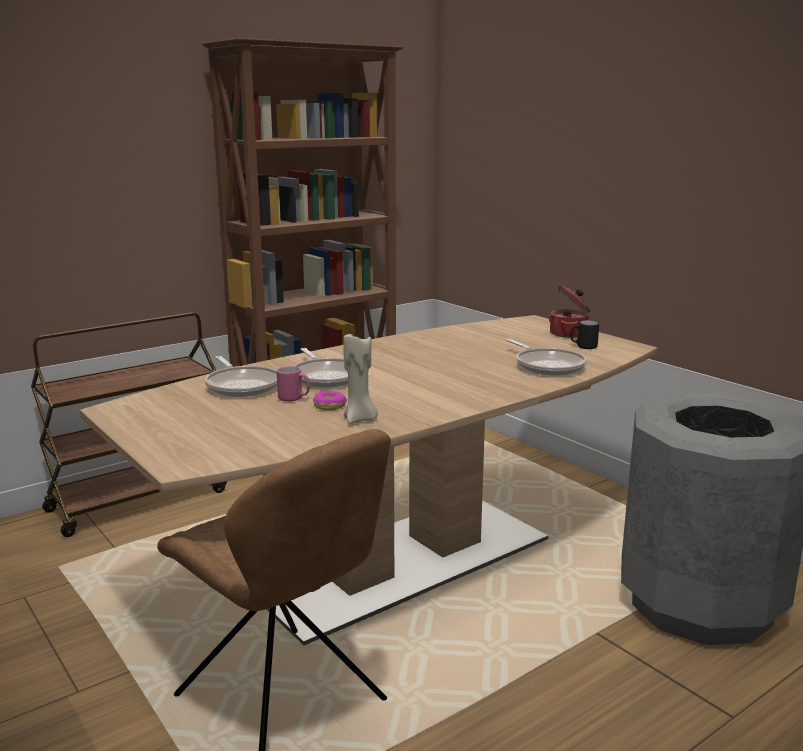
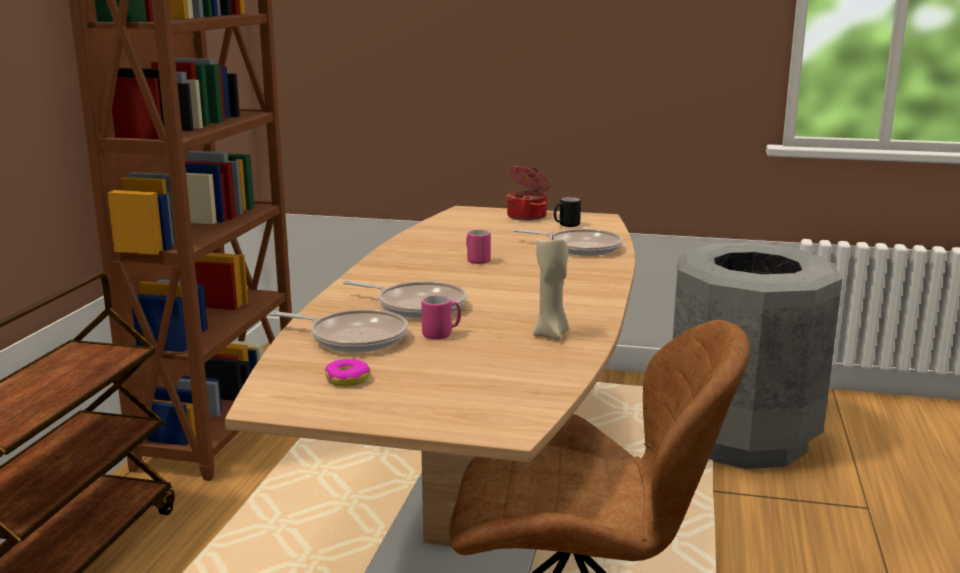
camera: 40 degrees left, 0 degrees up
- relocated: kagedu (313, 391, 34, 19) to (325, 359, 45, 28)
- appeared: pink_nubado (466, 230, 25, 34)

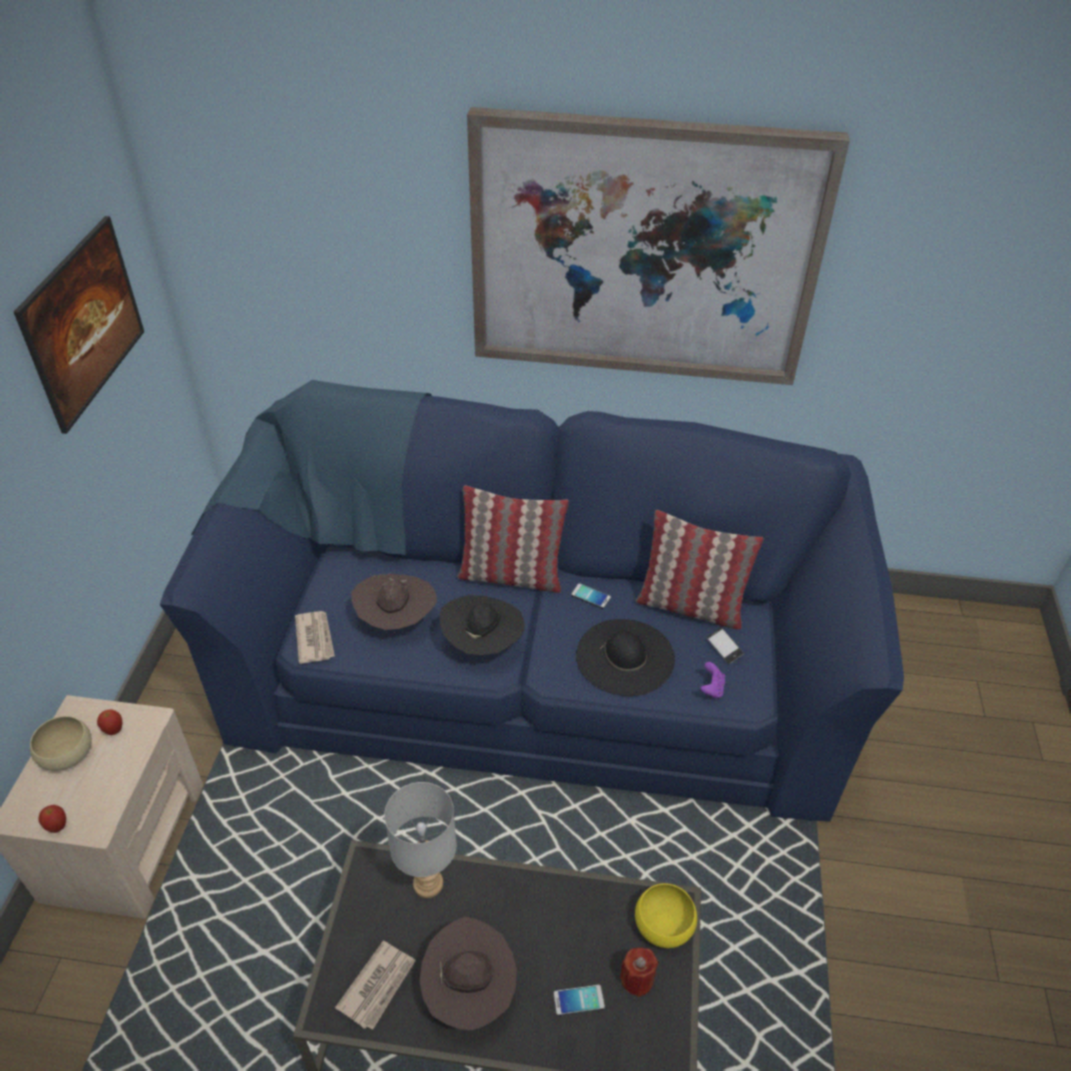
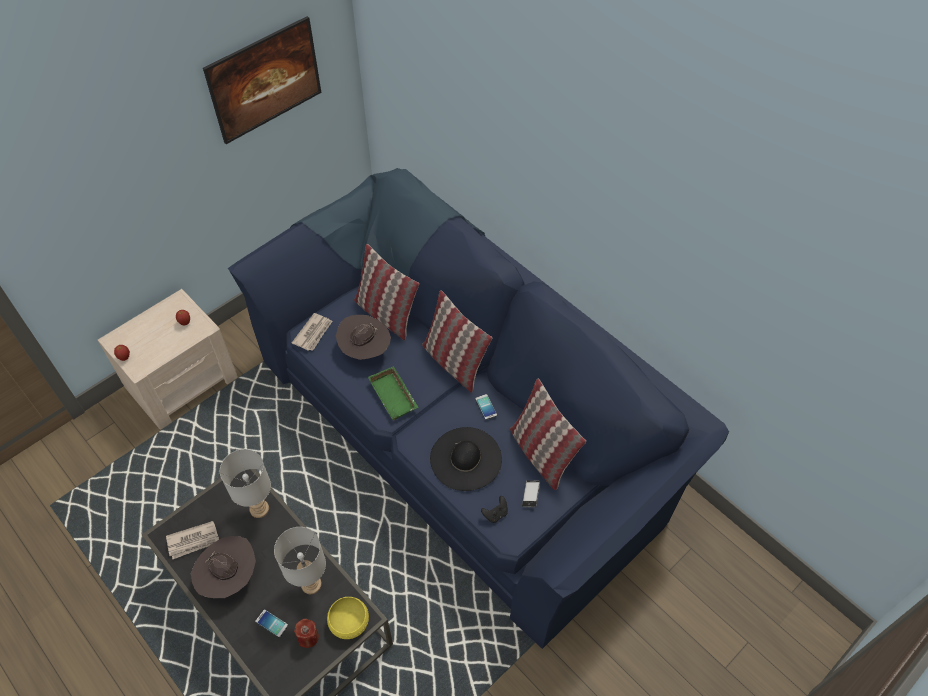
camera: 40 degrees right, 10 degrees up
- appeared: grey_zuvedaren (274, 527, 52, 67)
- appeared: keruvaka (354, 244, 65, 96)
- exchanged: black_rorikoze (440, 595, 85, 60) to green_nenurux (368, 366, 50, 54)
- colour: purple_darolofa (700, 662, 25, 37) to black_darolofa (481, 496, 27, 27)
- missing: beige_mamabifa (30, 716, 62, 55)
- missing: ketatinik (467, 107, 383, 278)

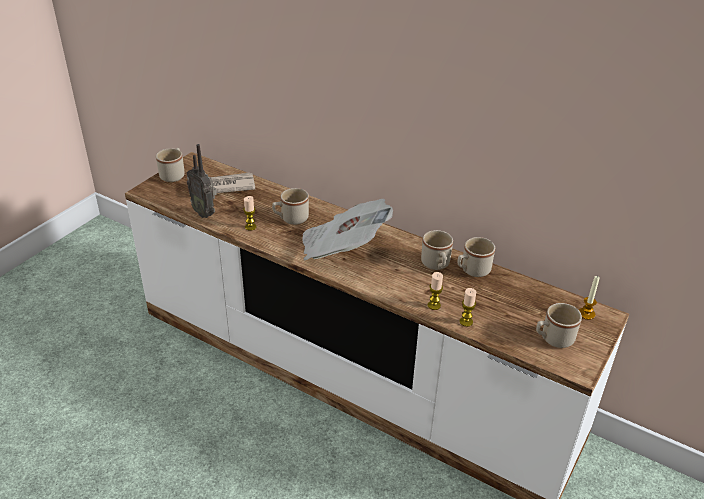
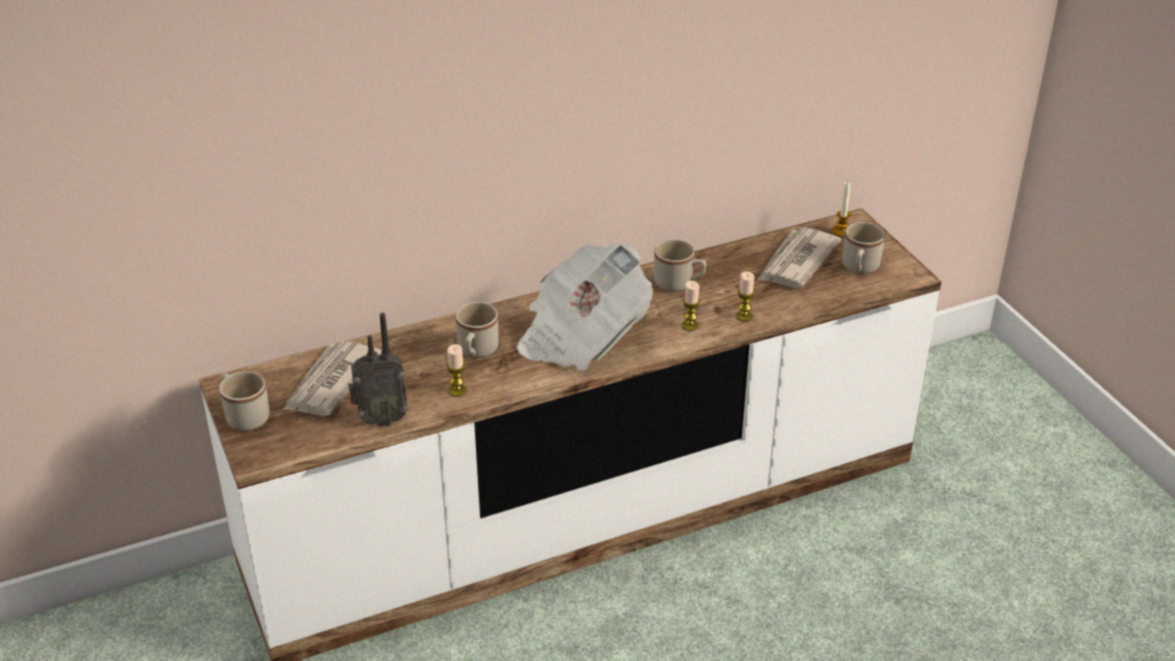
camera: 55 degrees left, 0 degrees up
- relocated: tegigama (459, 288, 17, 39) to (682, 281, 18, 50)
- appeared: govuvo (758, 227, 83, 61)
- missing: beige_nubado (457, 237, 38, 40)

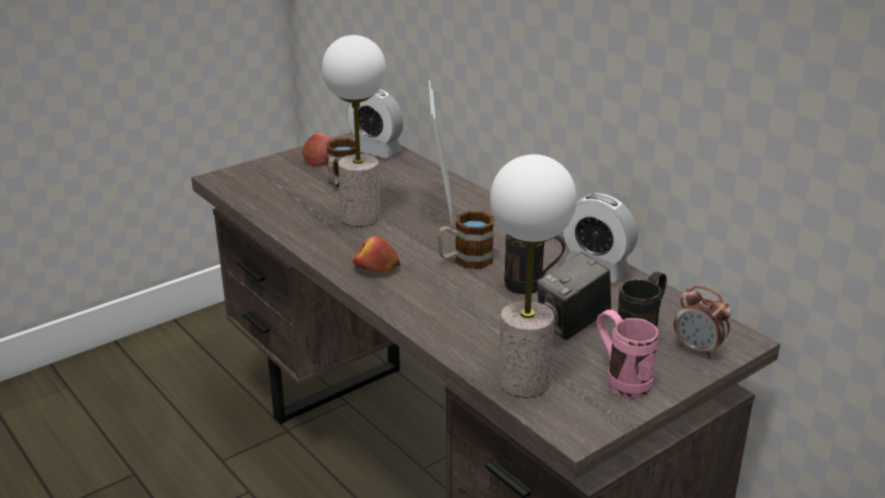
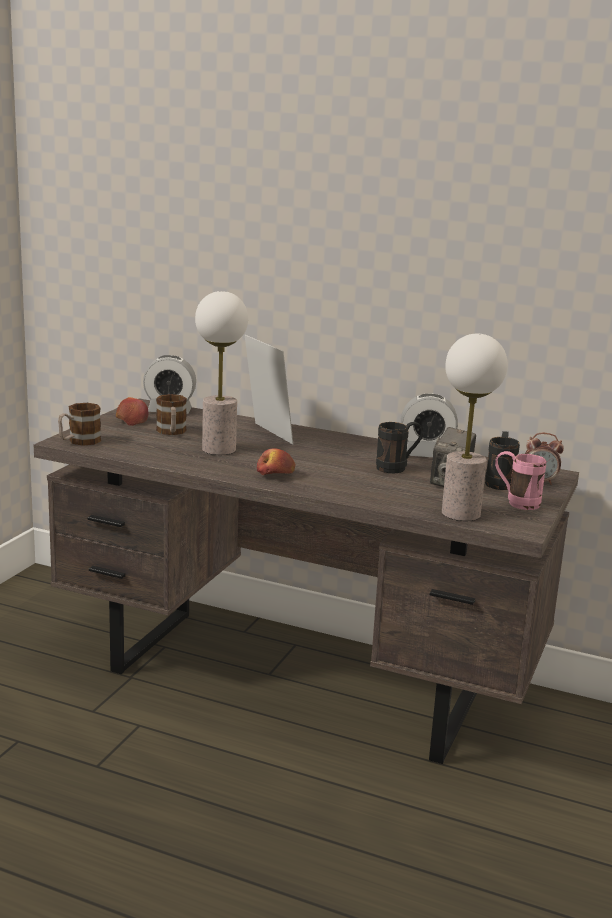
camera: 30 degrees left, 10 degrees down
- relocated: nubado (437, 211, 57, 58) to (58, 403, 43, 43)

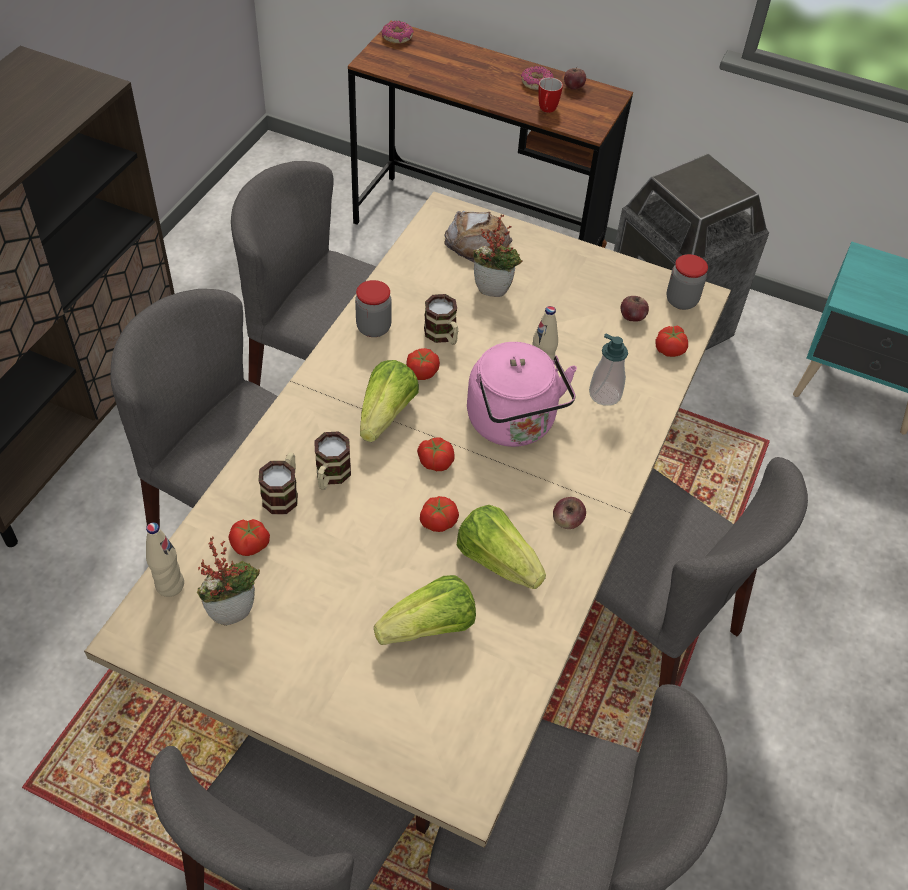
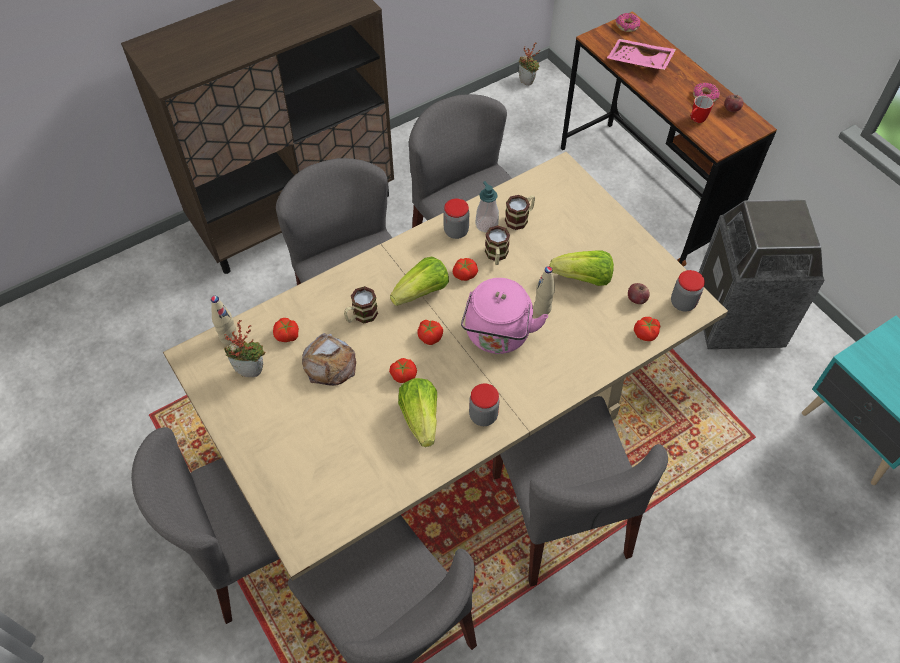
camera: 35 degrees right, 5 degrees up
- relocated: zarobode (444, 211, 68, 52) to (302, 333, 54, 53)
- exchanged: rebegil (553, 497, 33, 32) to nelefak (469, 383, 30, 43)
- relocated: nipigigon (589, 334, 39, 72) to (476, 181, 23, 51)
- relocated: nubado (258, 452, 40, 62) to (505, 195, 30, 35)
- relocated: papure (473, 214, 50, 83) to (519, 43, 21, 43)
- relocated: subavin (374, 575, 102, 70) to (549, 250, 65, 36)
- appeared: pink_nenurux (607, 39, 69, 31)

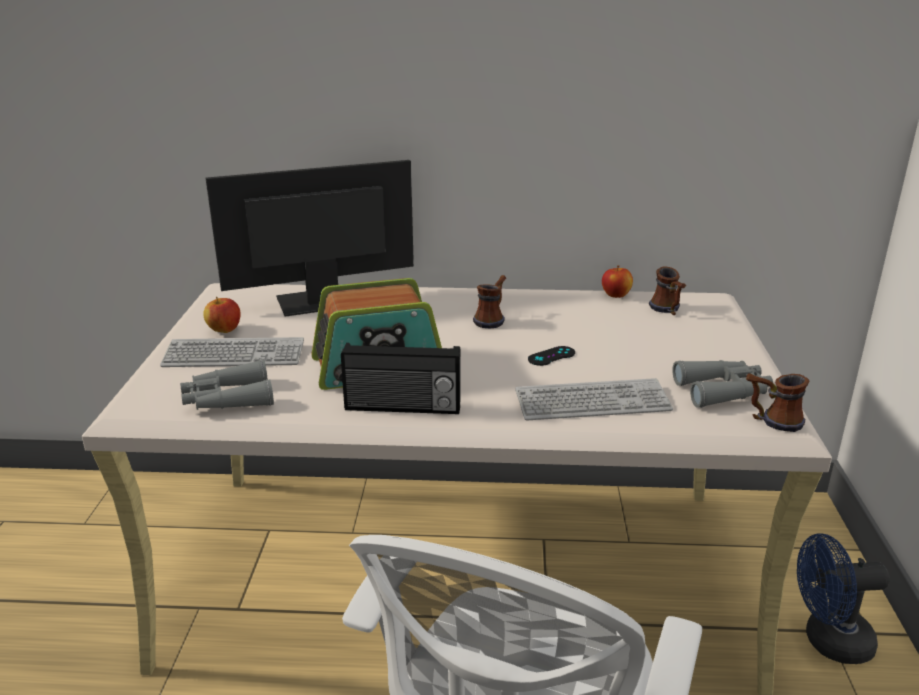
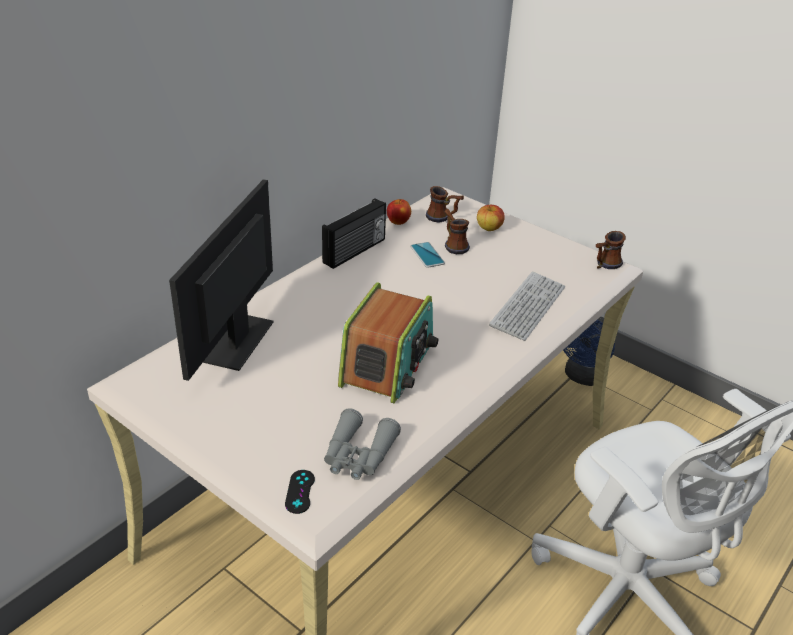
camera: 55 degrees left, 10 degrees up
- relocated: black_darolofa (528, 346, 47, 20) to (285, 470, 30, 44)
- relocated: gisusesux (341, 343, 120, 71) to (322, 198, 64, 71)
- appeared: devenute (410, 242, 35, 26)
- relocated: nubado (473, 275, 33, 53) to (444, 209, 26, 45)
- relocated: rebegil (203, 297, 38, 36) to (477, 205, 28, 26)
- missing: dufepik (160, 337, 144, 30)
- missing: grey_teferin (672, 360, 101, 48)

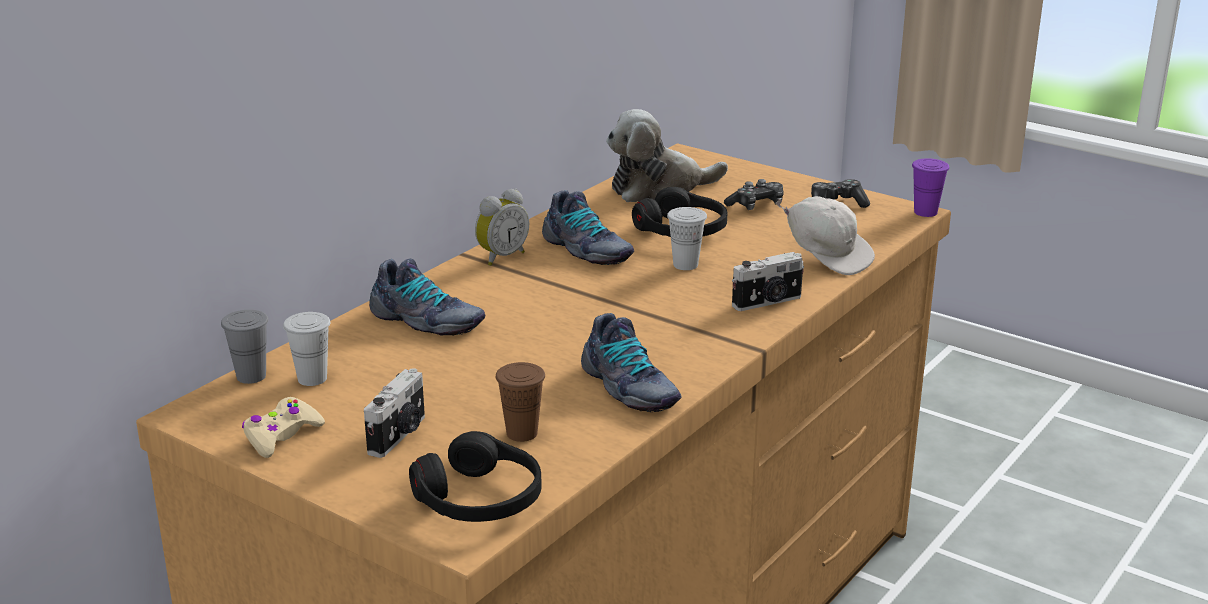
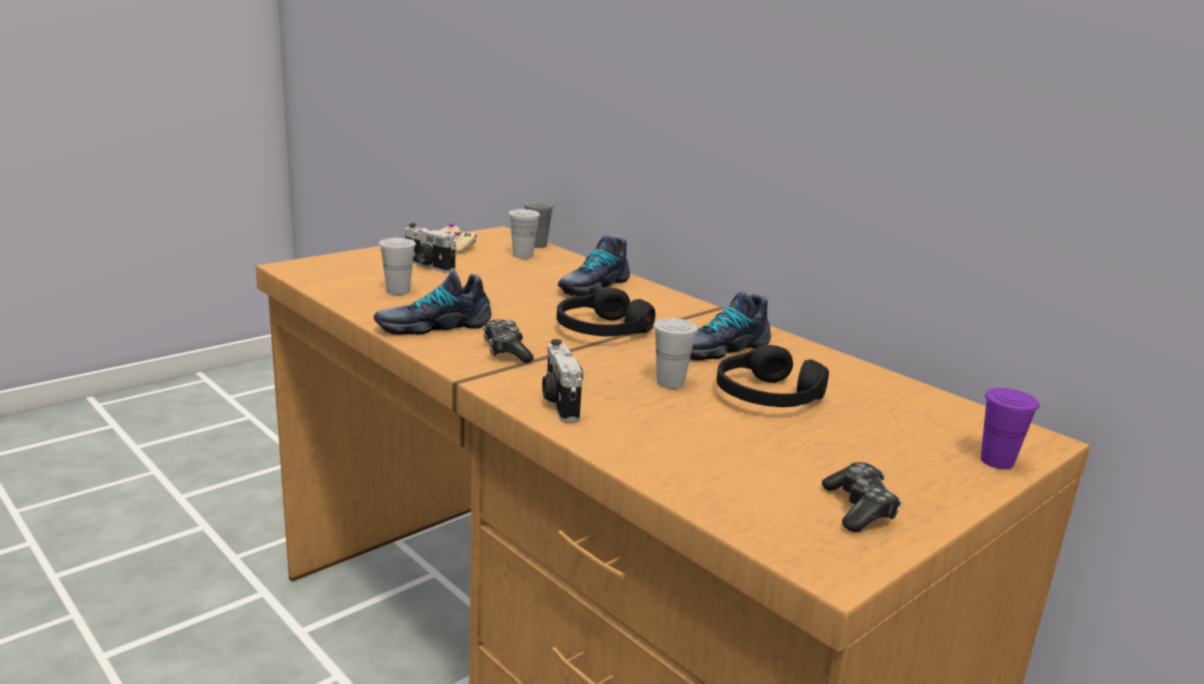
camera: 100 degrees right, 5 degrees down
- colour: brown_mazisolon (496, 362, 49, 80) to white_mazisolon (379, 238, 37, 57)
- relocated: darolofa (724, 179, 60, 31) to (483, 319, 51, 44)
- relocated: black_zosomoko (409, 431, 133, 91) to (557, 288, 98, 48)
- relocated: purple_mazisolon (912, 158, 37, 59) to (981, 388, 59, 81)
- missing: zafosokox (475, 188, 54, 78)
- missing: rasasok (606, 109, 122, 93)
- missing: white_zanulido (775, 196, 100, 79)

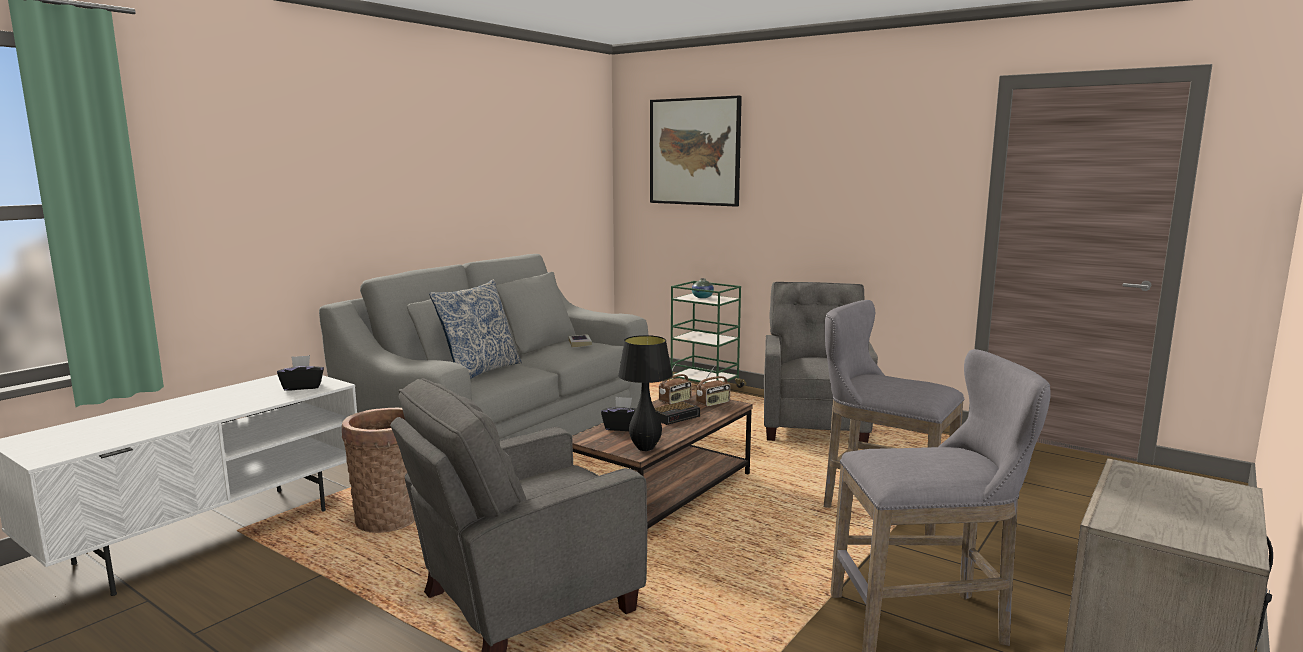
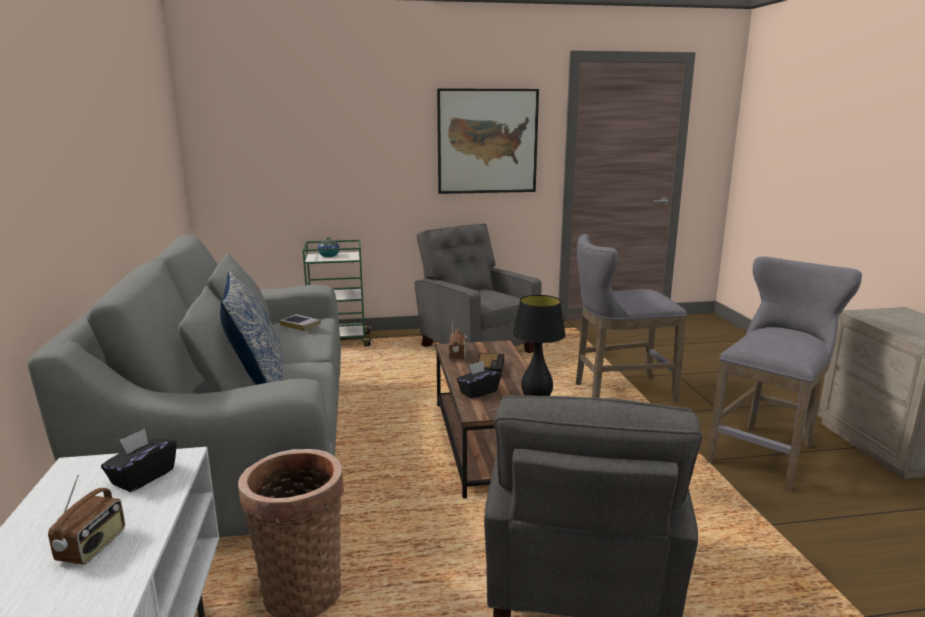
camera: 45 degrees left, 5 degrees up
- relocated: gisusesux (696, 366, 34, 41) to (48, 475, 77, 90)
- relocated: ketatinik (650, 96, 92, 111) to (437, 88, 102, 106)

